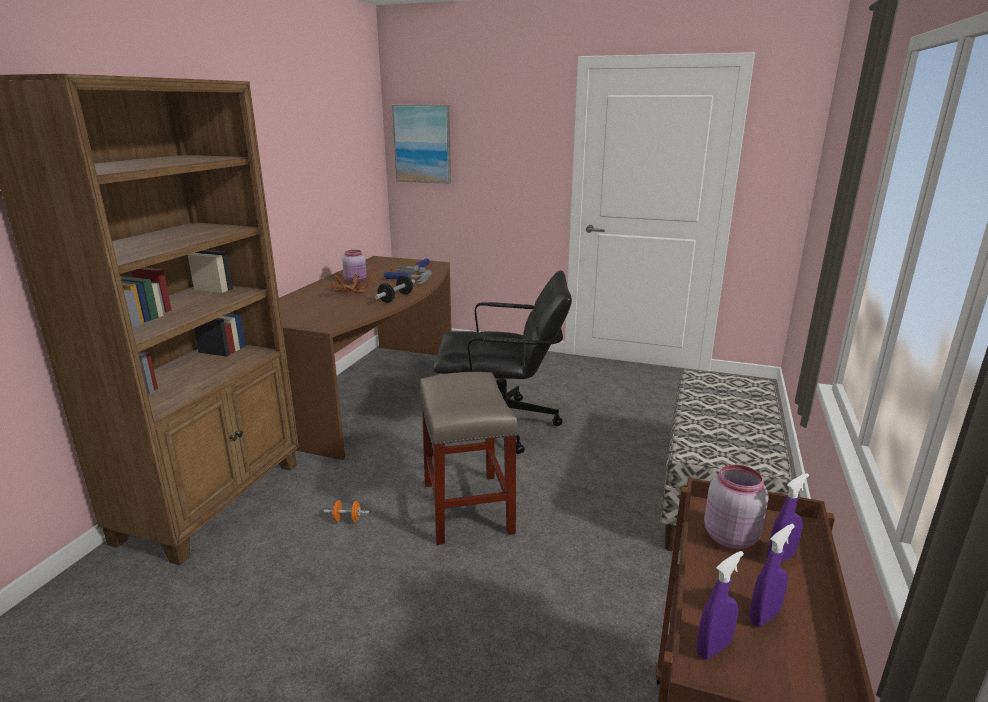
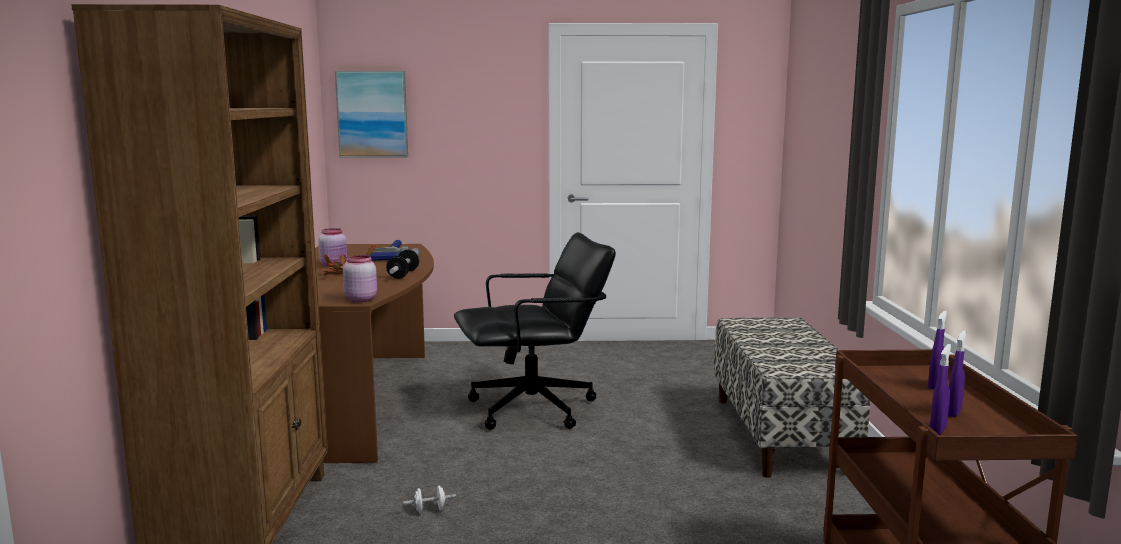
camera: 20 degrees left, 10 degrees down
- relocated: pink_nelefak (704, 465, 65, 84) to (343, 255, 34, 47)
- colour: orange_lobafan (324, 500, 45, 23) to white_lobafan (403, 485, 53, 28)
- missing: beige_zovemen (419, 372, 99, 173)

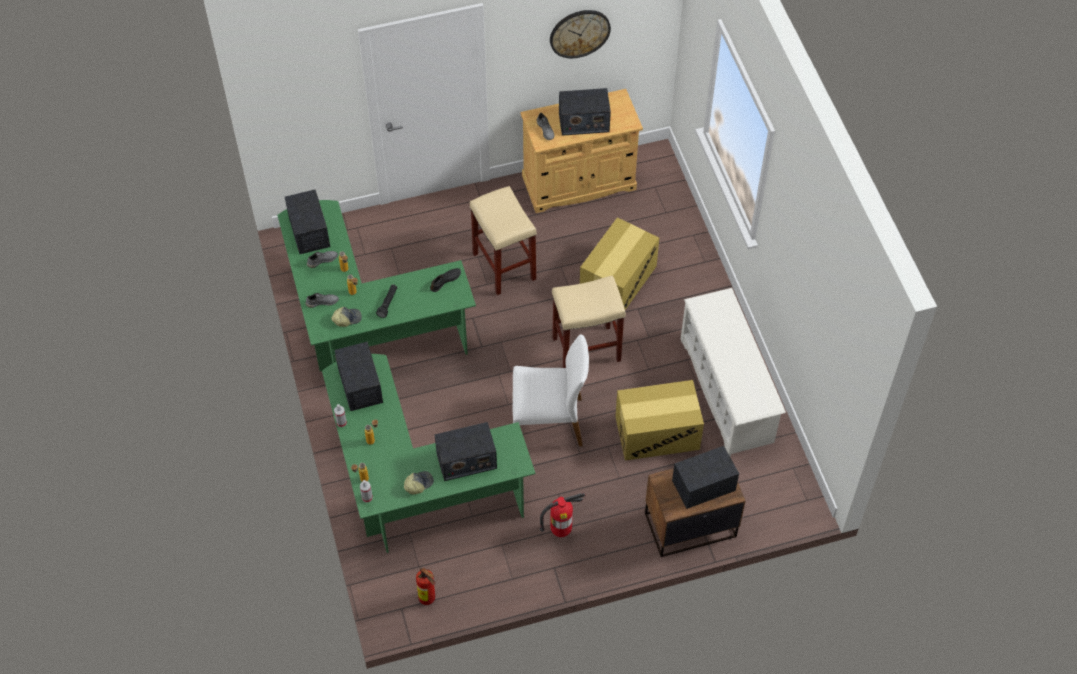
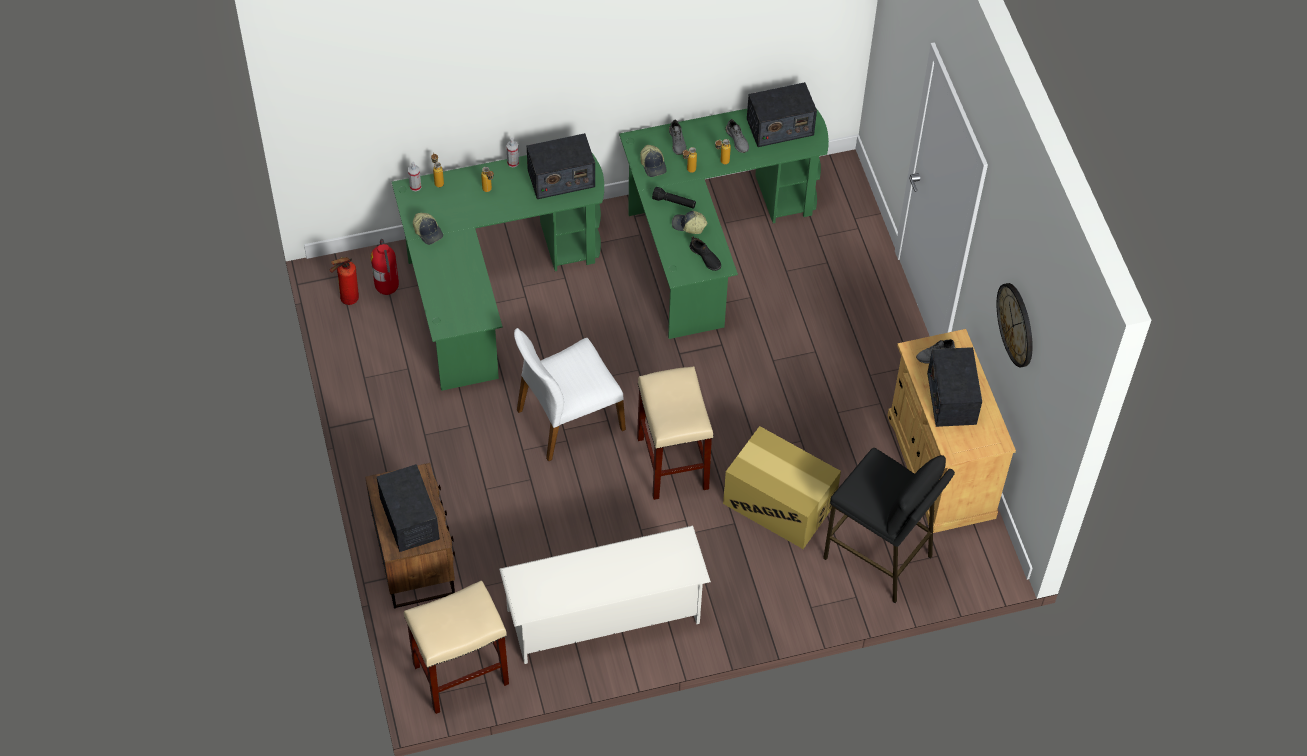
camera: 90 degrees right, 0 degrees up
- relocated: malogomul (540, 493, 46, 44) to (371, 239, 28, 56)
- relocated: beige_zovemen (470, 186, 67, 109) to (404, 580, 105, 134)
- spun: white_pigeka (512, 334, 77, 112) = (514, 328, 112, 134) 60 degrees clockwise
- appeared: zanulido (672, 211, 36, 23)
- appeared: black_zovemen (823, 448, 132, 155)
- missing: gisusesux (435, 422, 62, 59)
- missing: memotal (615, 380, 89, 81)

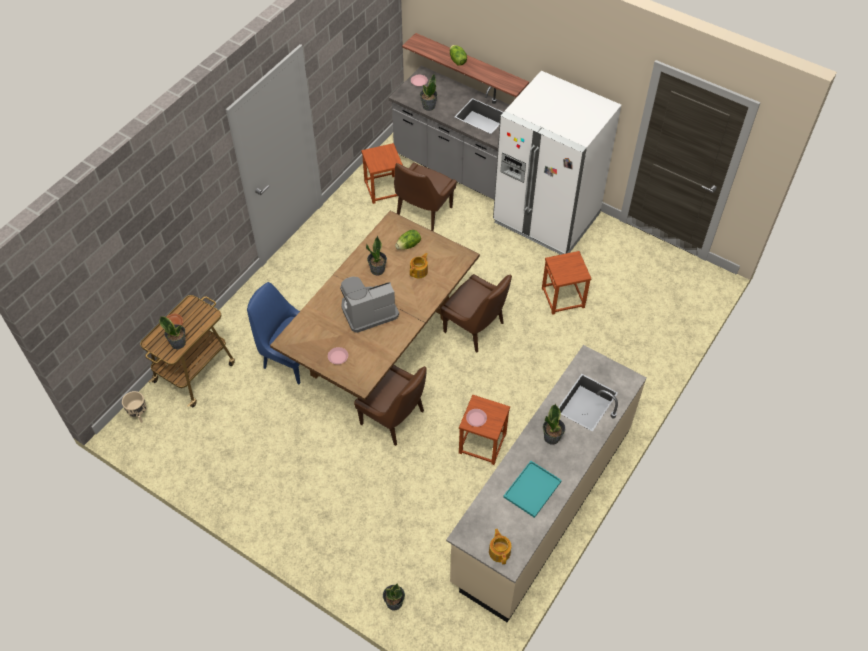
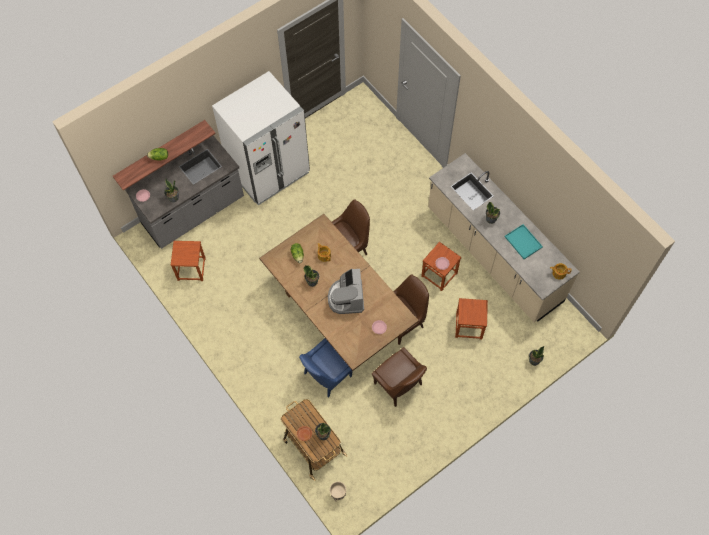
camera: 70 degrees left, 10 degrees up
- relocated: brown_pigeka (394, 163, 63, 68) to (372, 347, 55, 60)
- relocated: brown_zovemen (542, 251, 50, 64) to (455, 298, 33, 42)

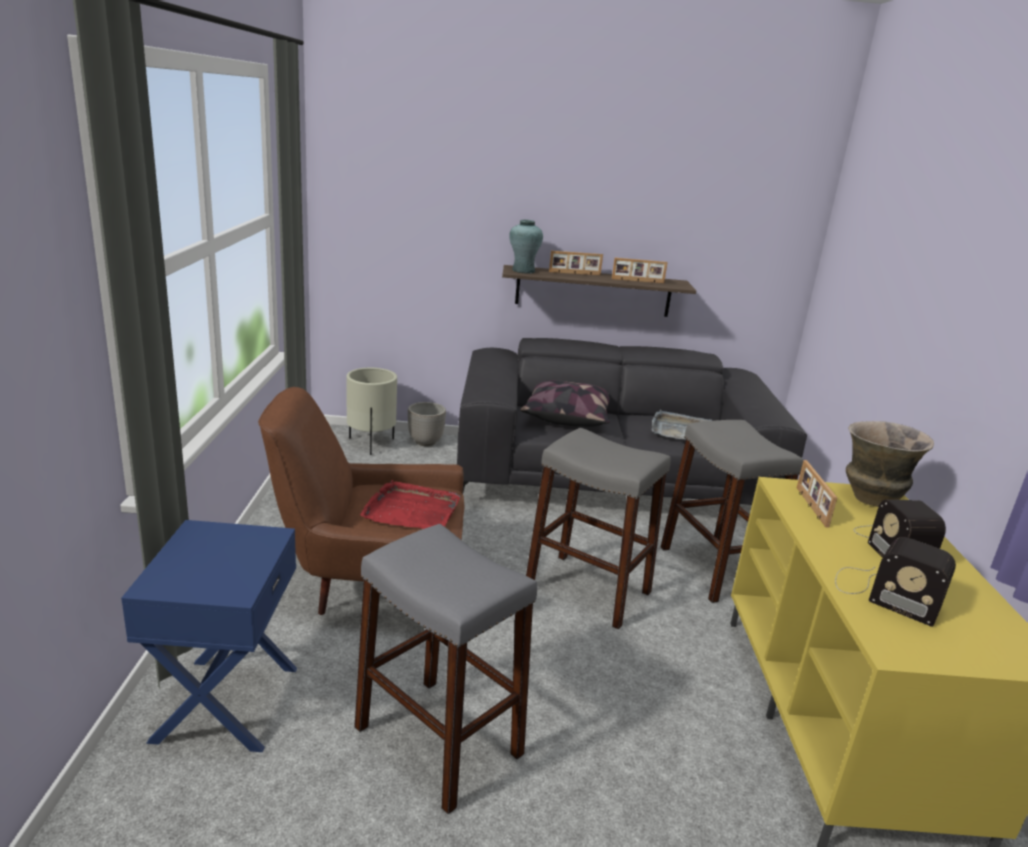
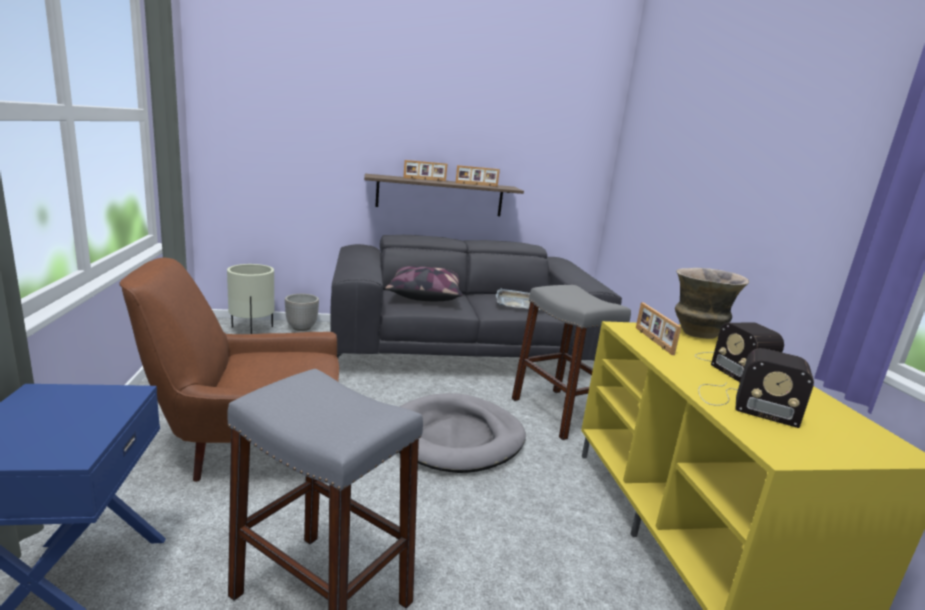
camera: 10 degrees left, 5 degrees down
- exchanged: grey_zovemen (526, 428, 145, 201) to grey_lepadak (399, 393, 127, 80)
- missing: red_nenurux (360, 480, 101, 49)
- missing: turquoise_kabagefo (509, 220, 34, 54)

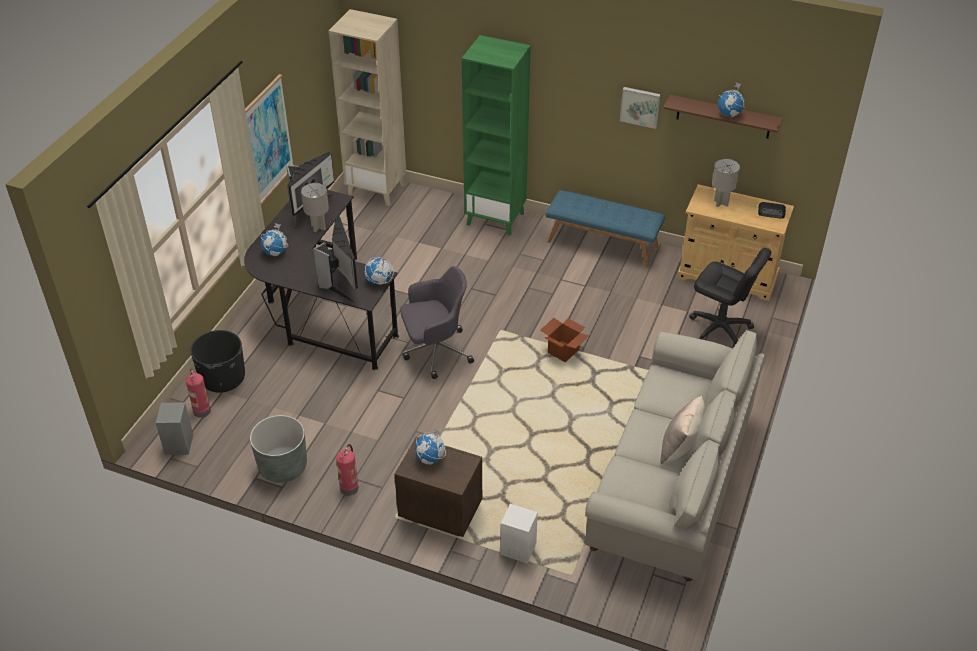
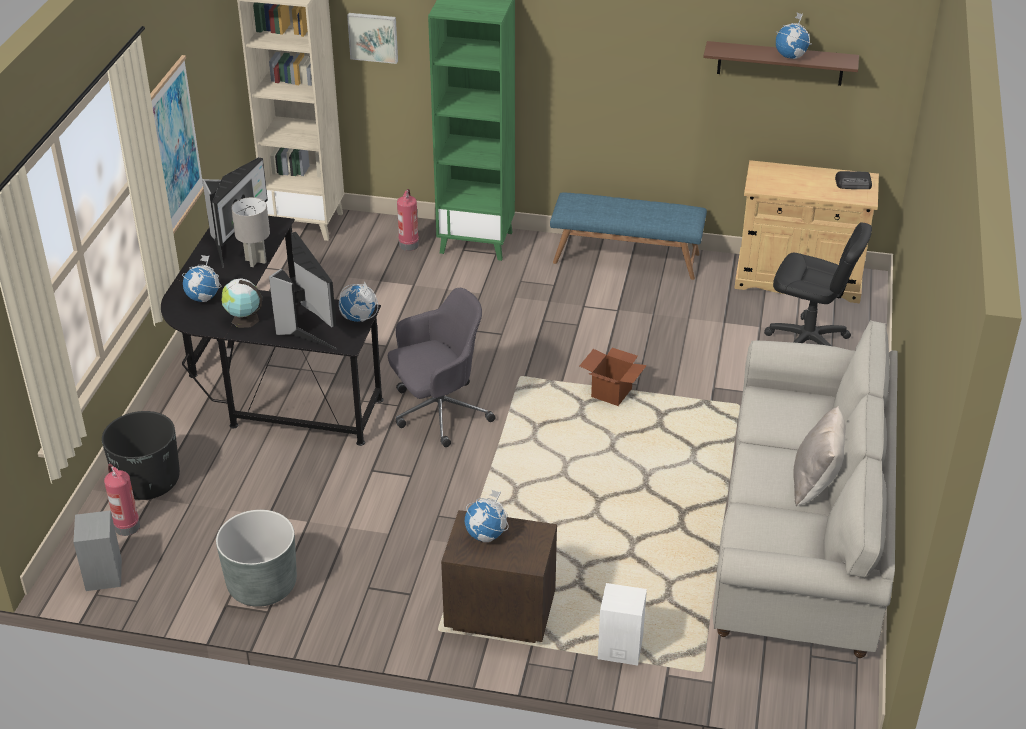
camera: 10 degrees left, 5 degrees down
- appeared: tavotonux (221, 278, 41, 50)
- relocated: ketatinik (620, 87, 41, 42) to (347, 13, 51, 51)
- relocated: malogomul (336, 444, 23, 52) to (397, 189, 22, 62)
- missing: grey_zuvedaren (712, 159, 28, 48)

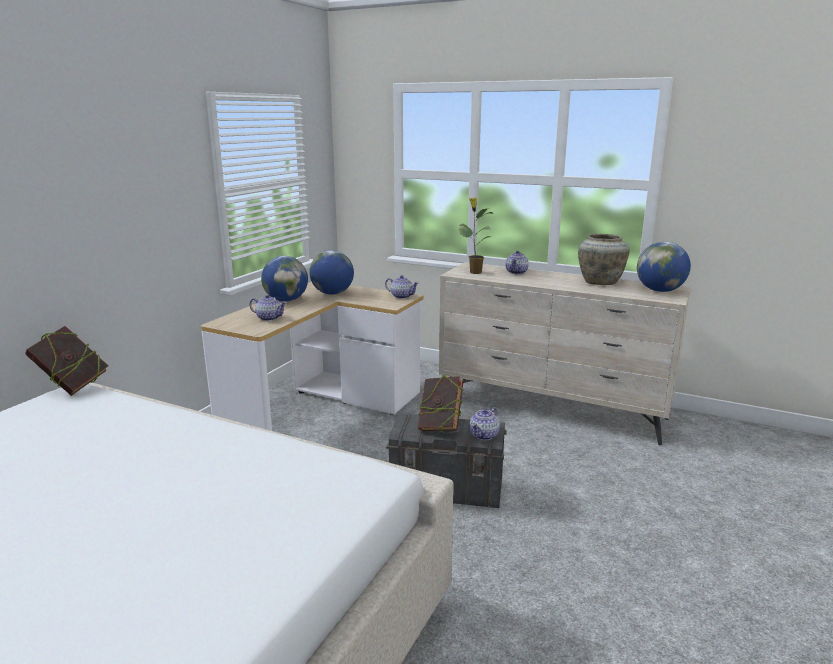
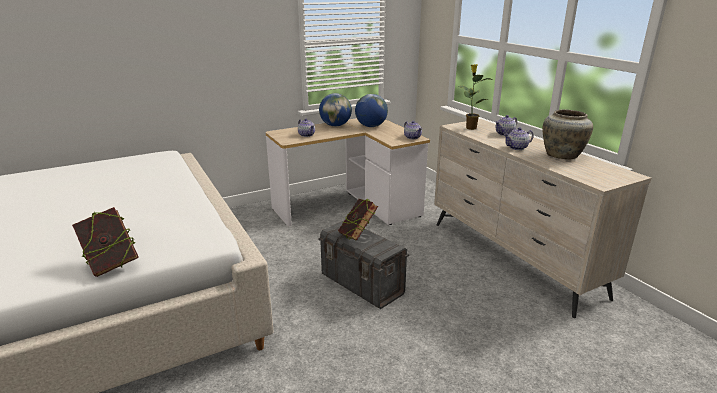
camera: 35 degrees right, 5 degrees up
- relocated: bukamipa (26, 326, 82, 70) to (72, 207, 67, 70)
- relocated: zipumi (469, 407, 31, 33) to (504, 127, 30, 23)
- missing: tavotonux (637, 242, 54, 50)

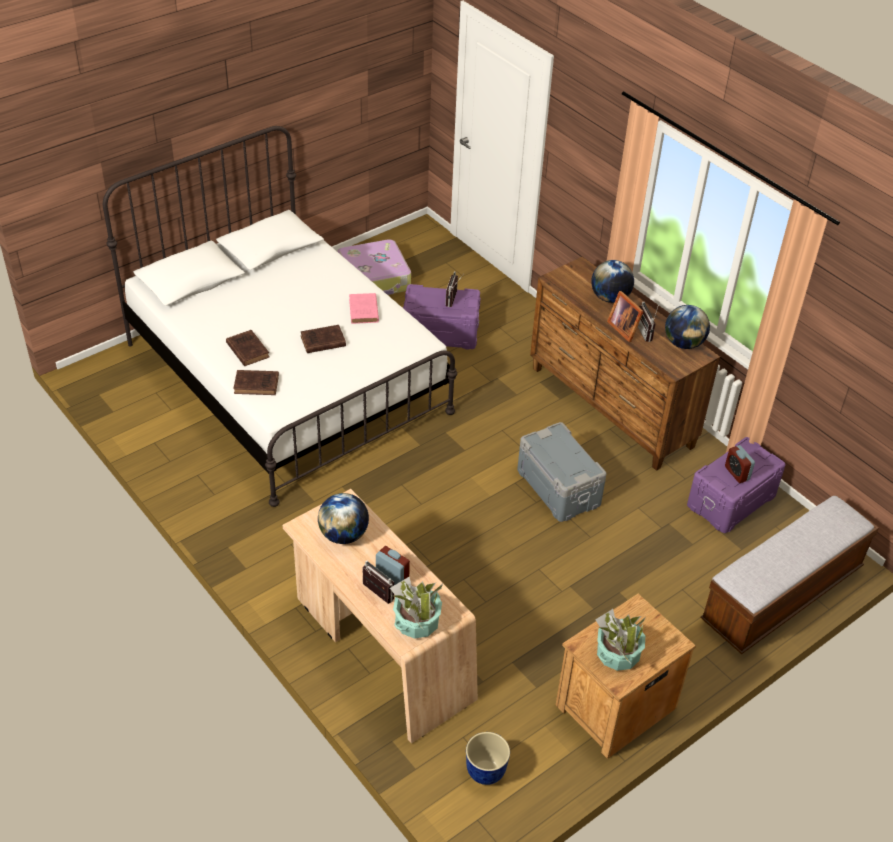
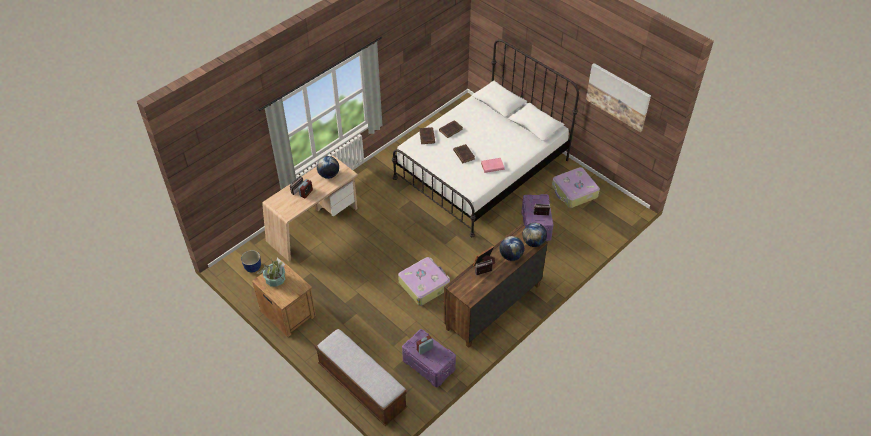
camera: 85 degrees right, 5 degrees up
- exchanged: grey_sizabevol (517, 422, 89, 100) to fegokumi (398, 257, 52, 49)
- relocated: tavotonux (665, 305, 45, 44) to (522, 223, 25, 24)
- appeared: ketatinik (586, 63, 65, 69)
- missing: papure (390, 577, 53, 62)

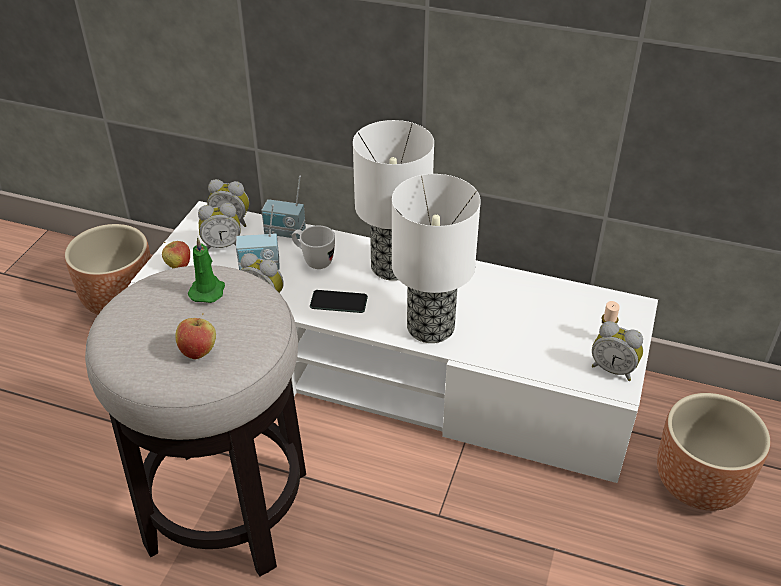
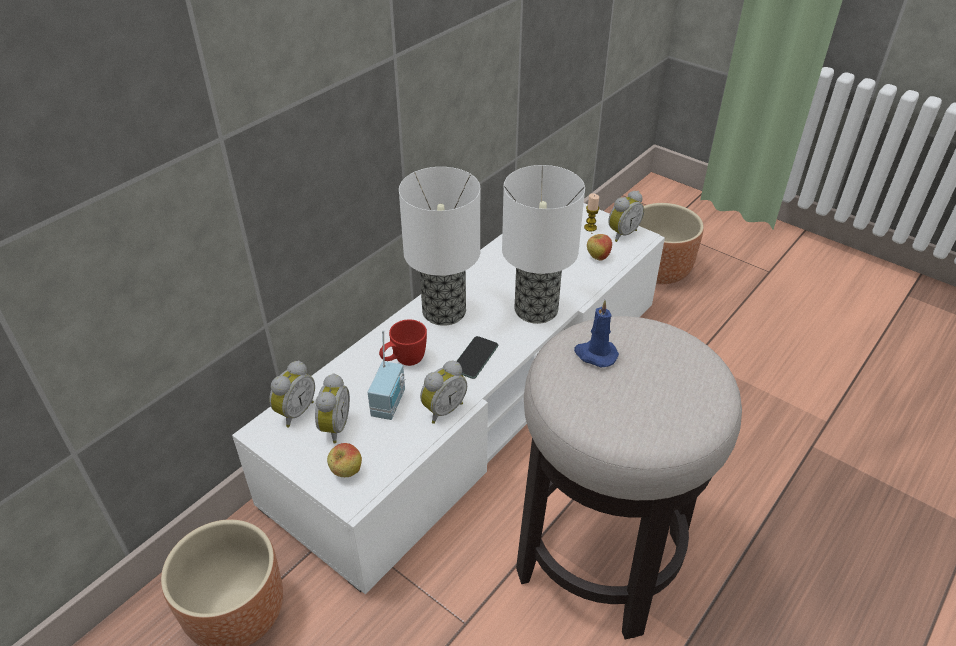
camera: 70 degrees left, 0 degrees up
- colour: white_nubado (292, 226, 43, 43) to red_nubado (379, 319, 48, 47)
- colour: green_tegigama (188, 237, 37, 66) to blue_tegigama (574, 300, 45, 67)
- relocated: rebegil (175, 313, 41, 46) to (587, 233, 25, 28)
- missing: gisusesux (261, 176, 45, 63)

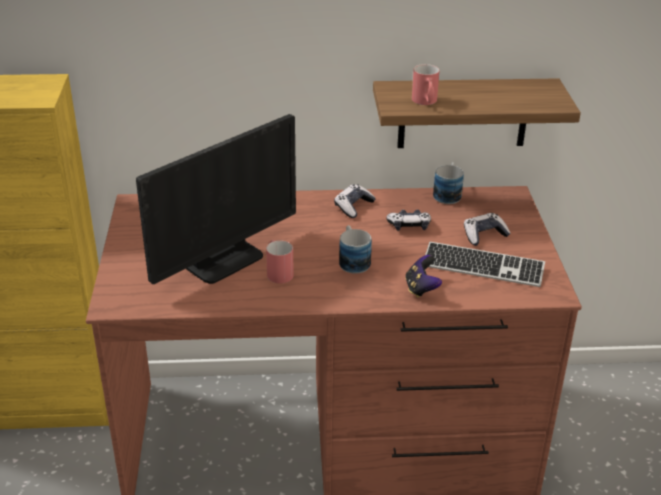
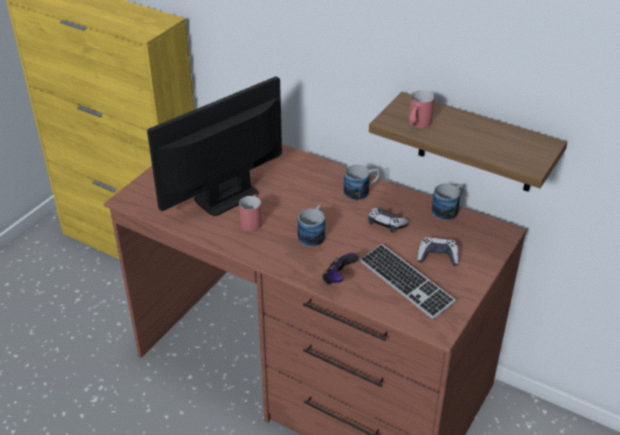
camera: 35 degrees right, 5 degrees up
- spun: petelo (136, 114, 160, 170) = (147, 76, 135, 140) 150 degrees clockwise
- exchanged: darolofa (334, 184, 42, 34) to nubado (344, 165, 36, 35)

